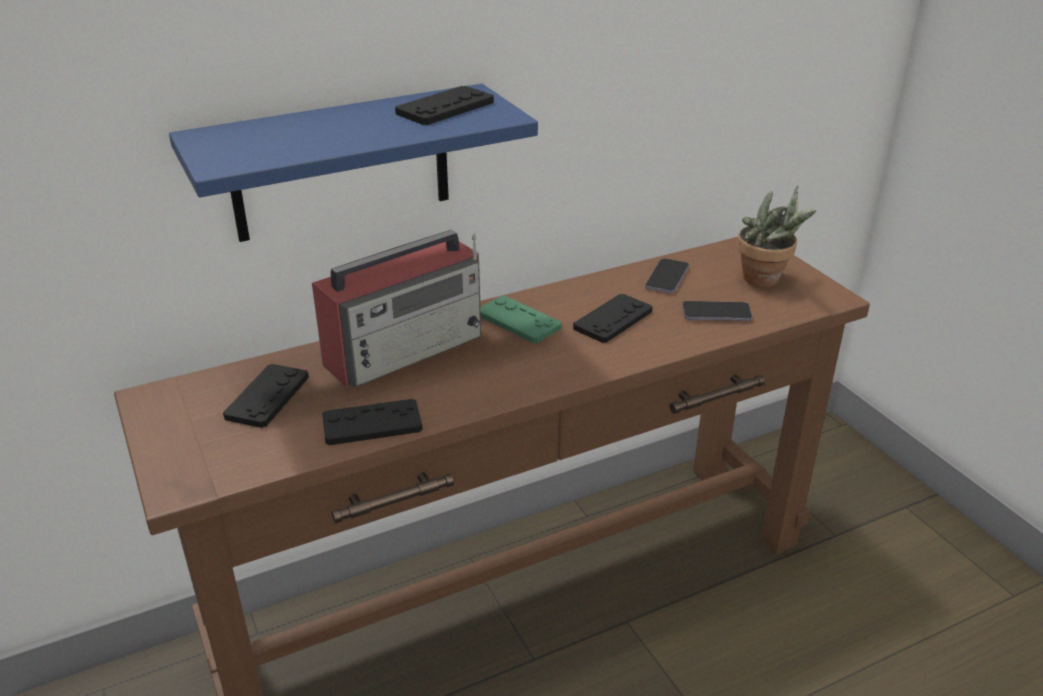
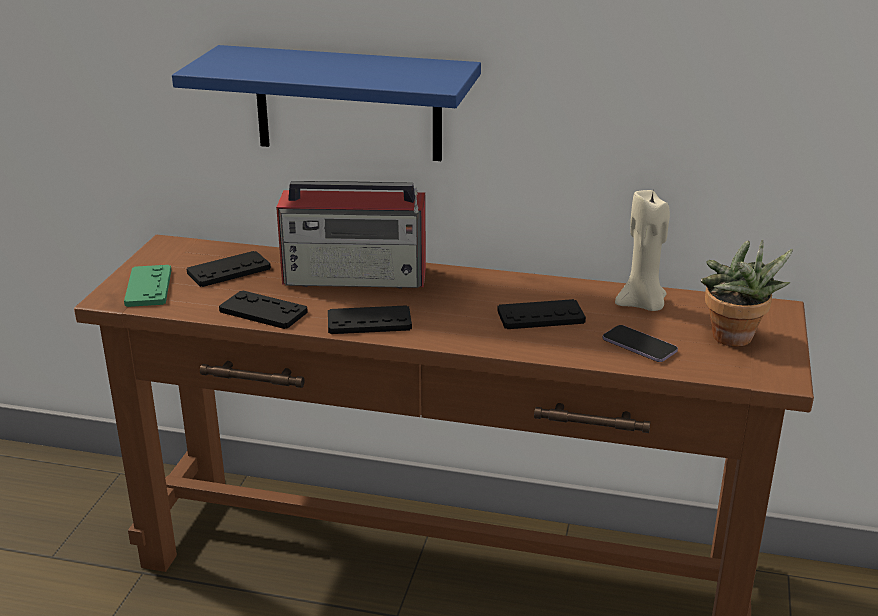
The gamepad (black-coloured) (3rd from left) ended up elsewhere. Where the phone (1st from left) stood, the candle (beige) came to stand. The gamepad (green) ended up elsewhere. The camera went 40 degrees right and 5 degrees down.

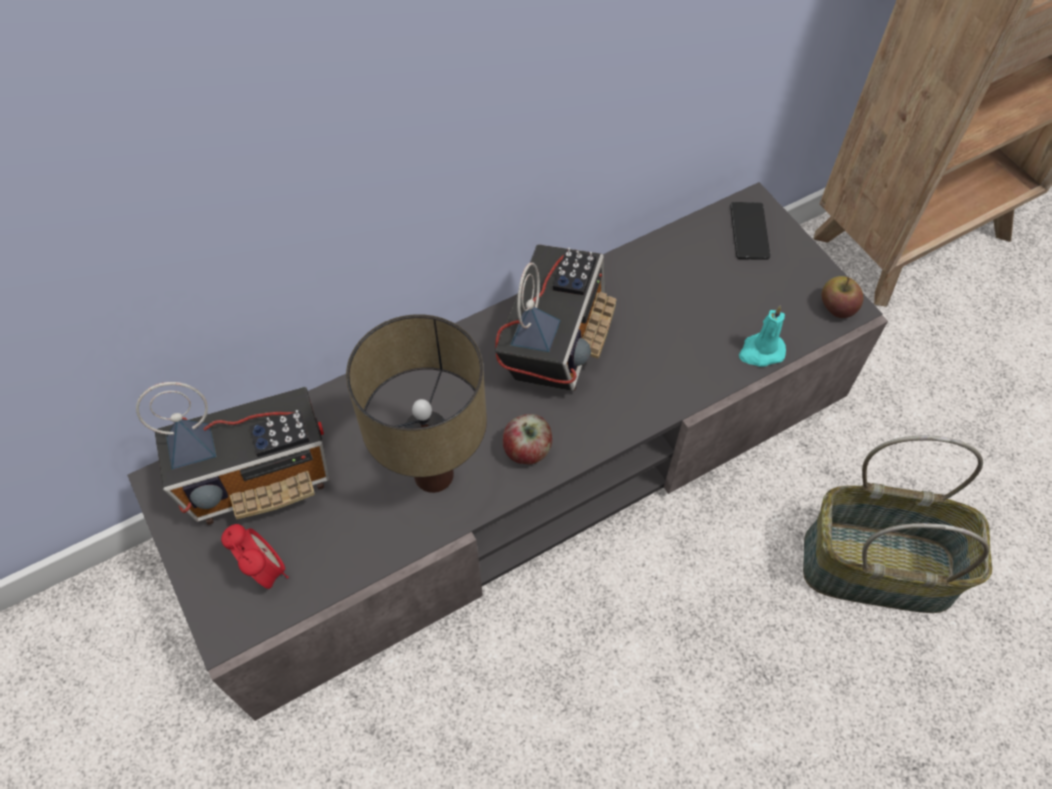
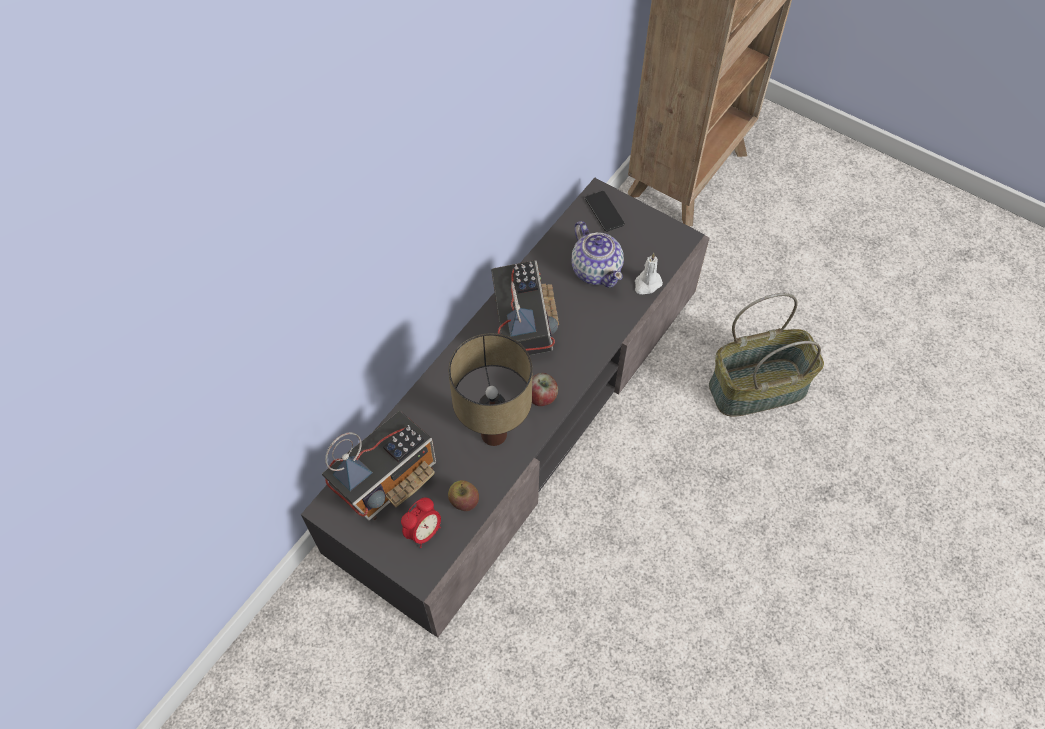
The apple fruit (2nd from left in the first image) ended up elsewhere. What was the candle (turquoise) turned into the candle (white-coloured). The bedside clock ended up facing another way, 105 degrees clockwise from before. The second view gained the tea pot. The camera went 25 degrees left and 0 degrees up.

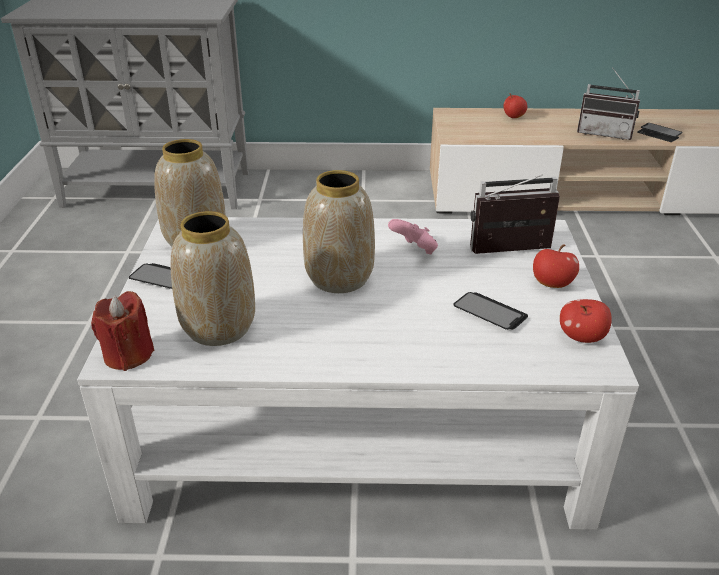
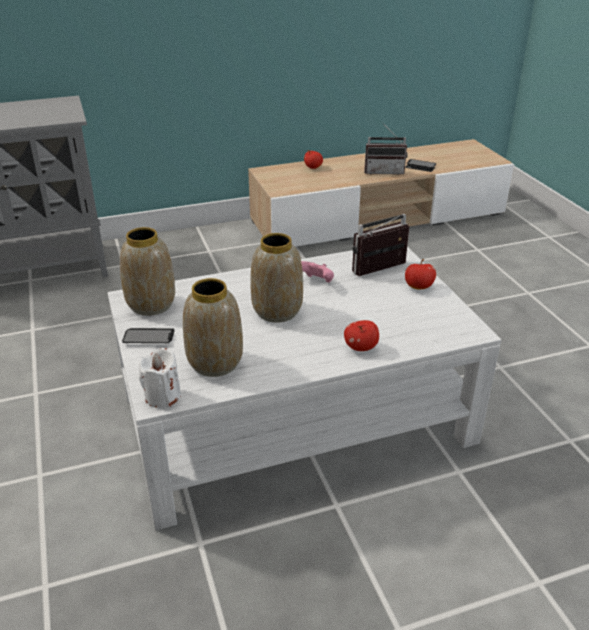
What was the candle (reddish) turned into the candle (white-coloured). The second view lost the phone (2nd from left). The apple fruit (3rd from left in the first image) ended up elsewhere. The camera went 20 degrees left and 0 degrees up.

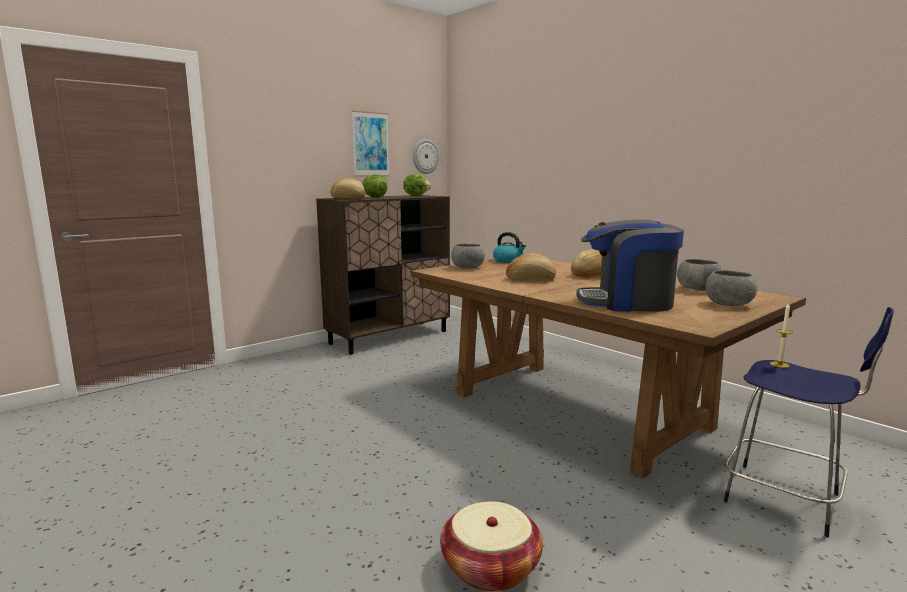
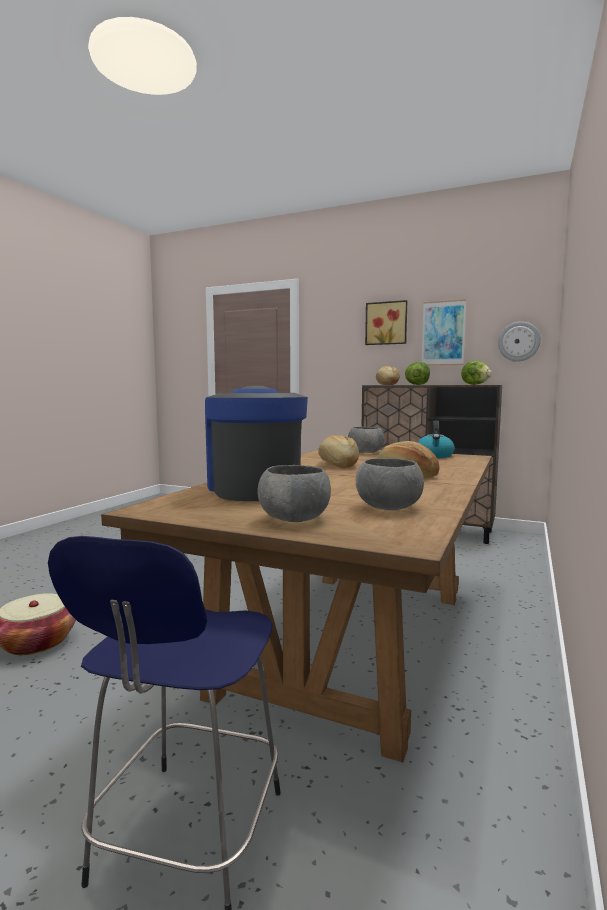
The second view lost the candle. The second view gained the wall picture (1st from left). The camera went 65 degrees right and 5 degrees down.

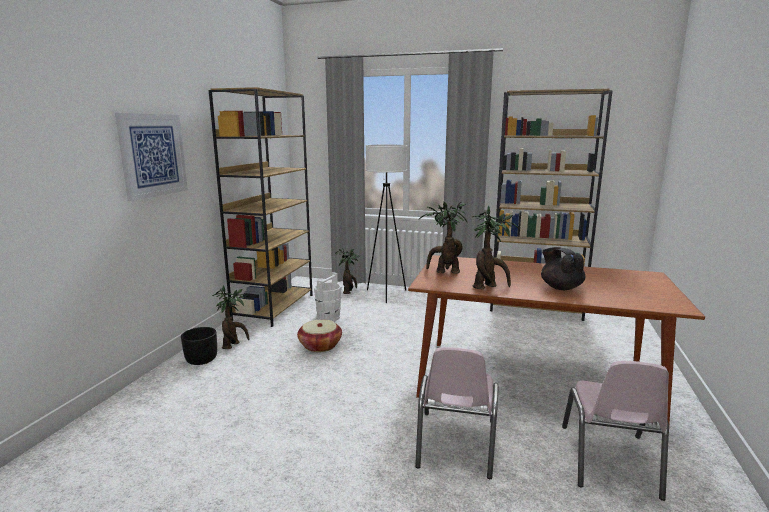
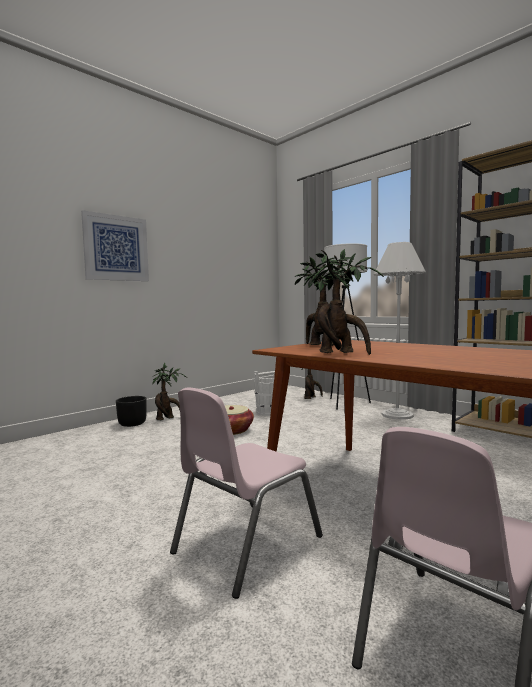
The second view lost the bookcase (brown-coloured) (1st from left). The second view lost the tea pot (black-coloured). The second view gained the standing lamp (white-coloured) (2nd from left). The camera went 30 degrees right and 10 degrees down.

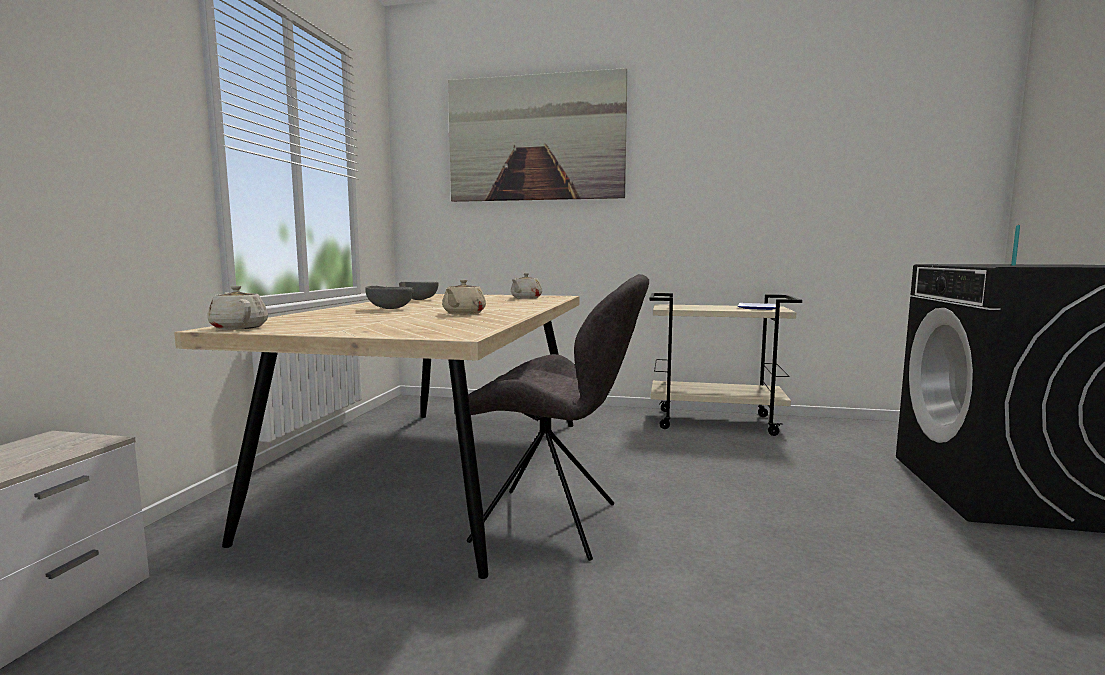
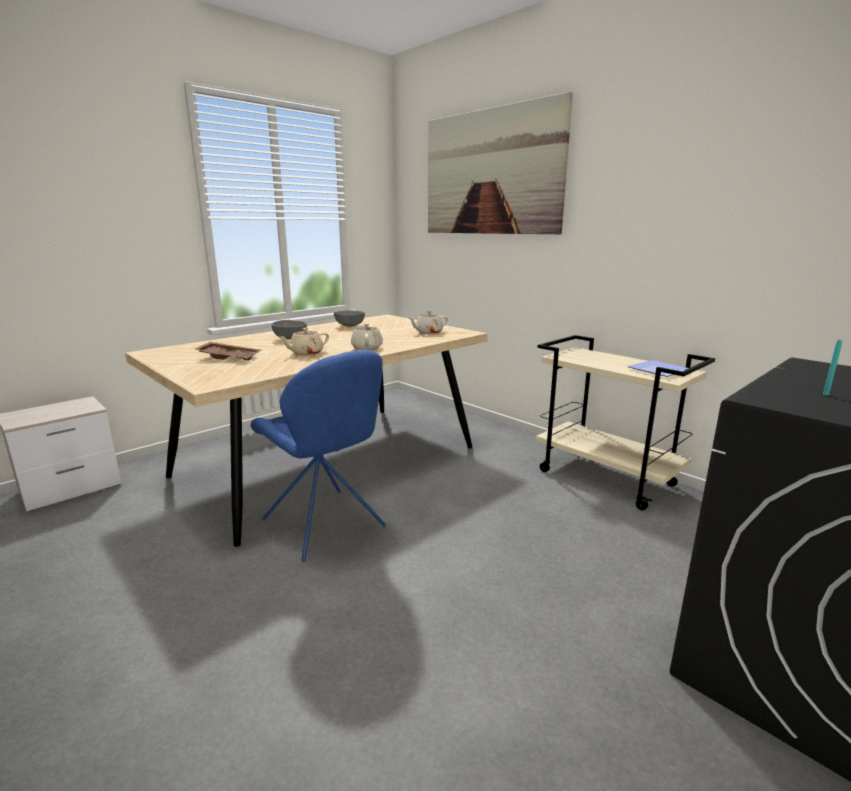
What was the upright chair (greyish) turned into the upright chair (blue-coloured). The tea pot (beige) (1st from left in the first image) ended up elsewhere. The second view gained the tray (brown-coloured). The camera went 35 degrees right and 10 degrees up.

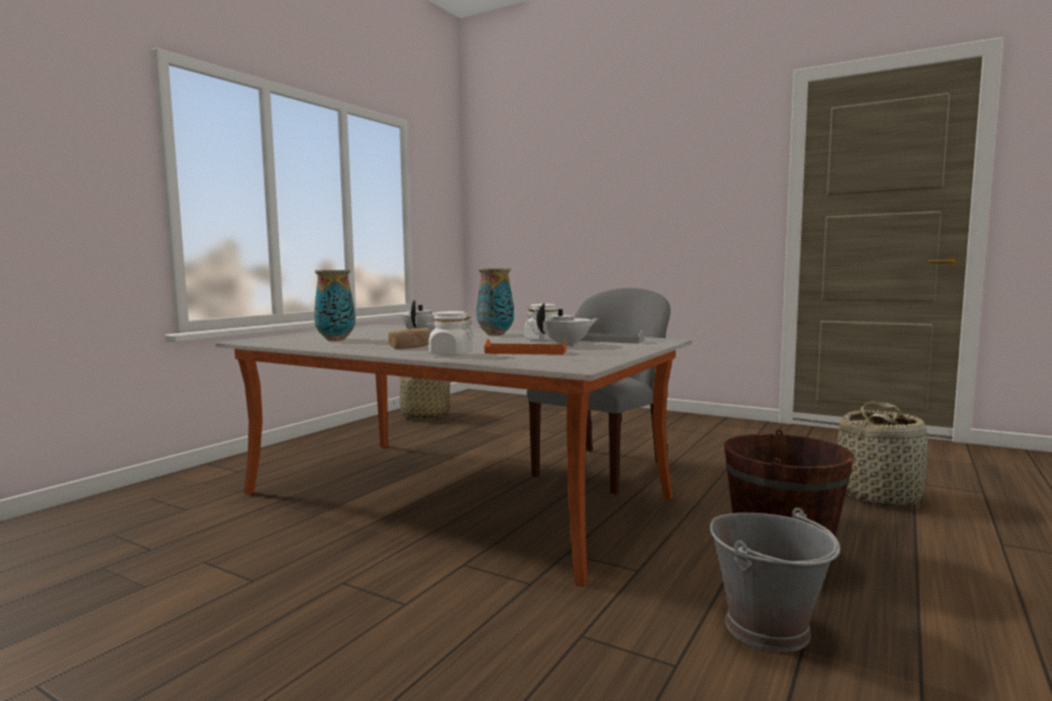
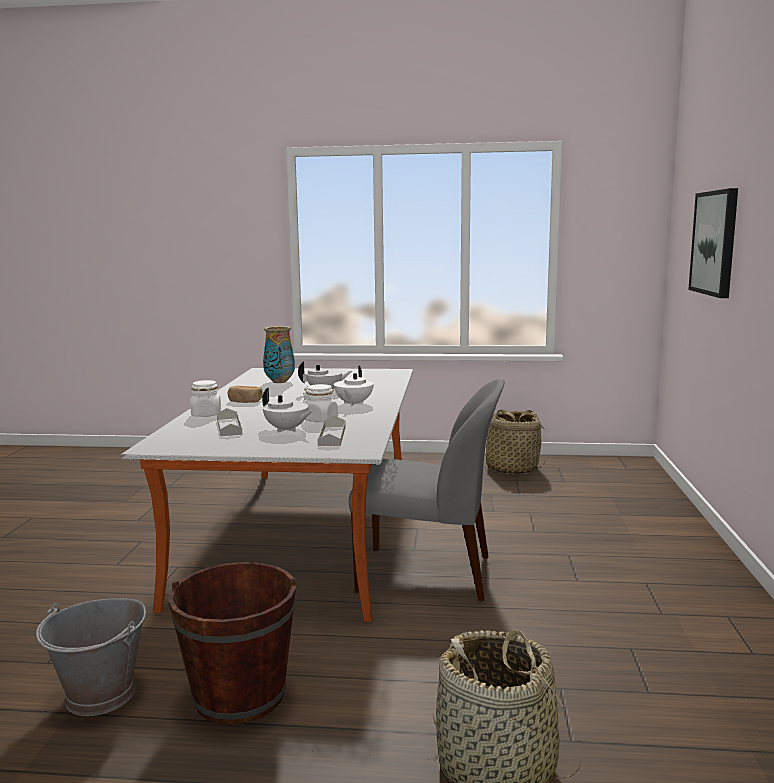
Where the decorative vase (2nd from left) stood, the tea pot (white-coloured) (3rd from left) came to stand. What was the tray (orange-coloured) turned into the tray (greyish) (1st from left). The second view gained the wall picture. The camera went 65 degrees right and 5 degrees up.

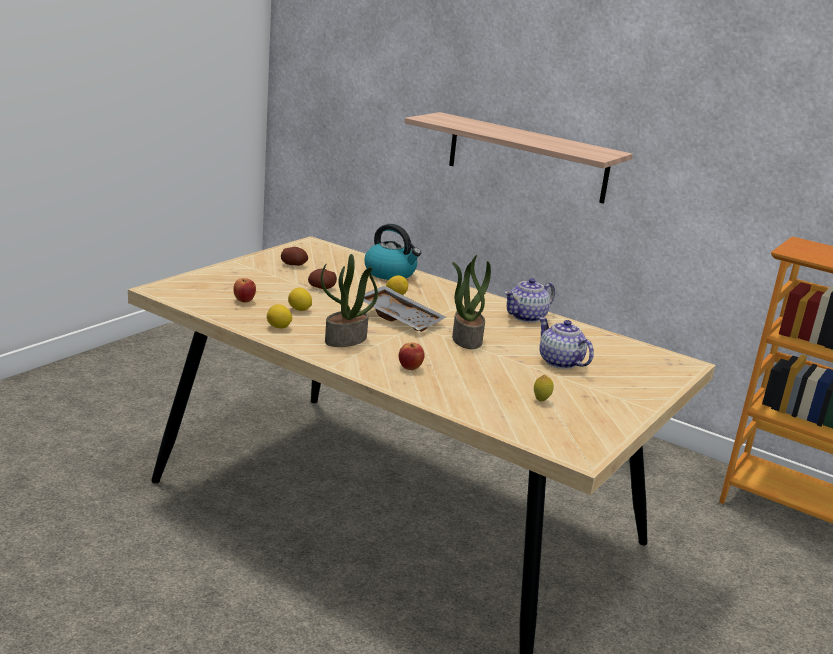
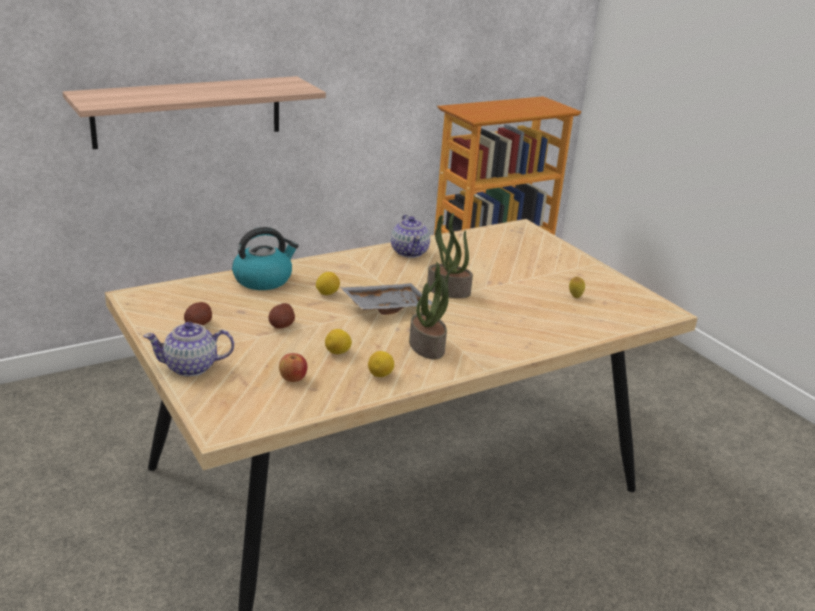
The tea pot (2nd from left in the first image) ended up elsewhere. The second view lost the apple fruit (2nd from left). The camera went 65 degrees left and 5 degrees up.

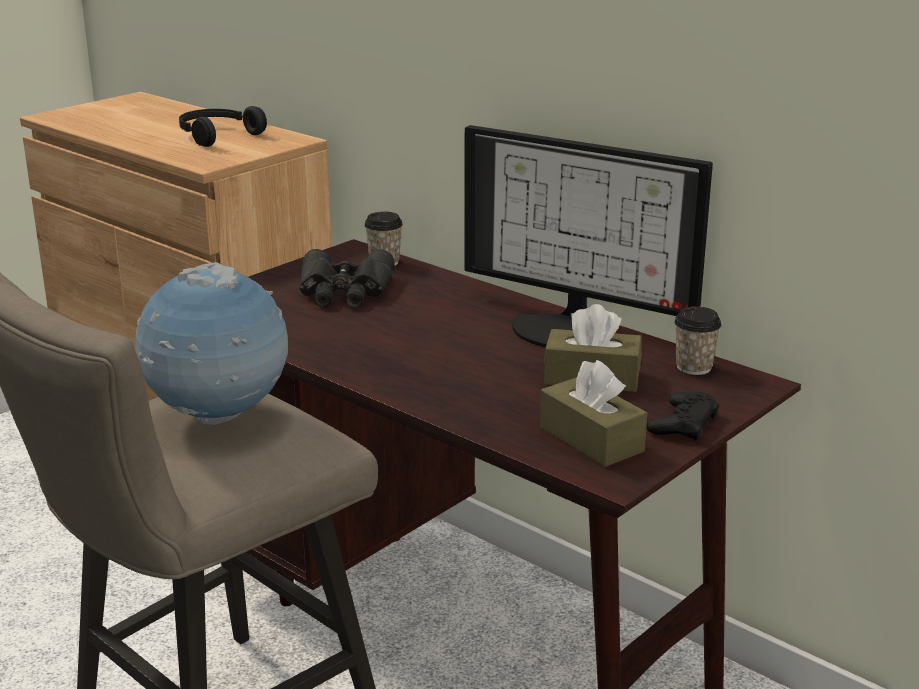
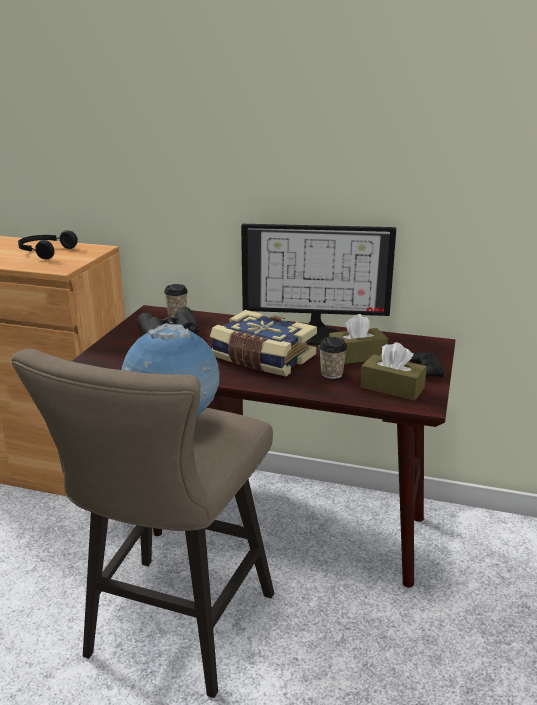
The drinking cup (2nd from left) ended up elsewhere. The second view gained the volume. The camera went 25 degrees left and 0 degrees up.

